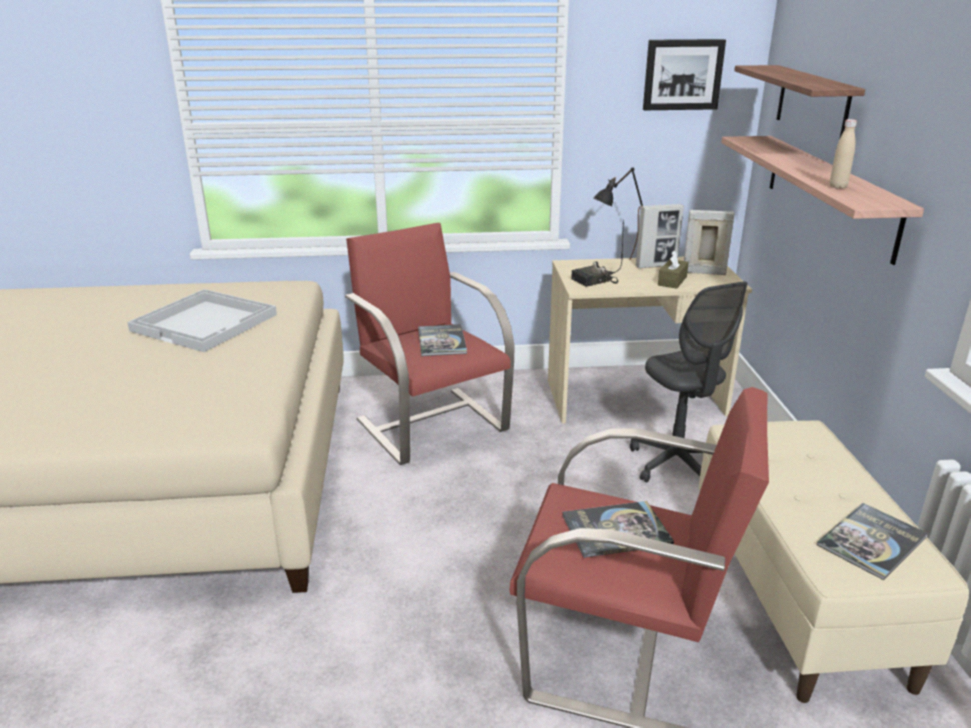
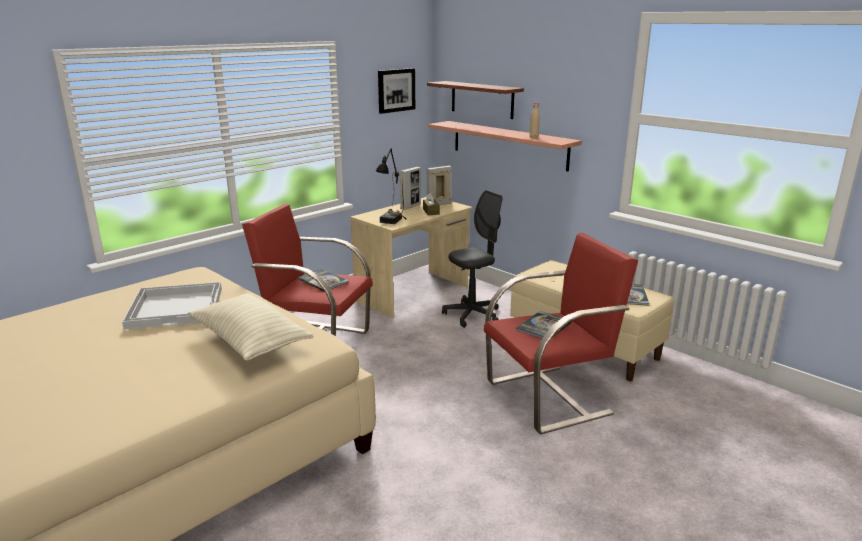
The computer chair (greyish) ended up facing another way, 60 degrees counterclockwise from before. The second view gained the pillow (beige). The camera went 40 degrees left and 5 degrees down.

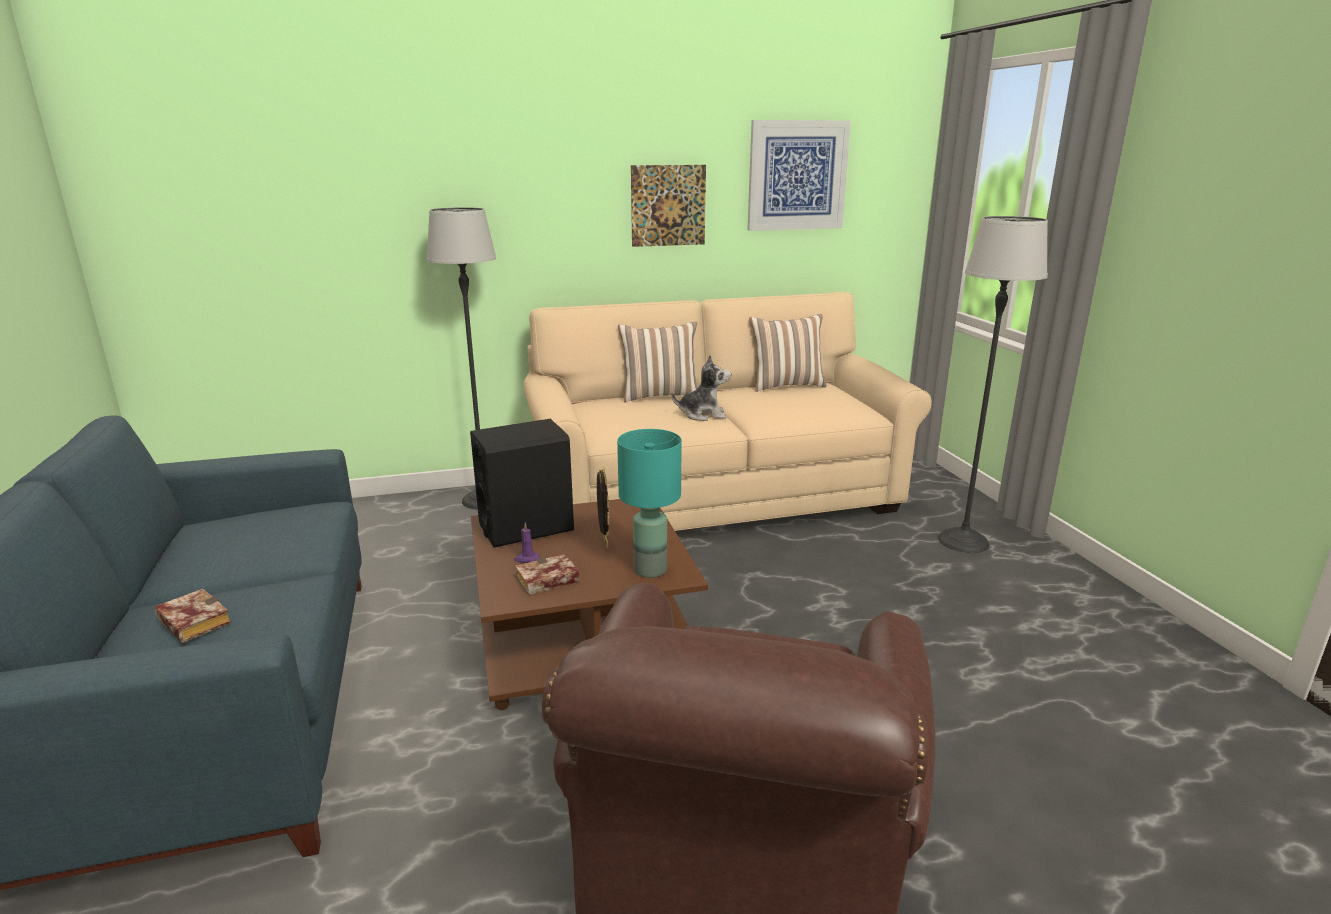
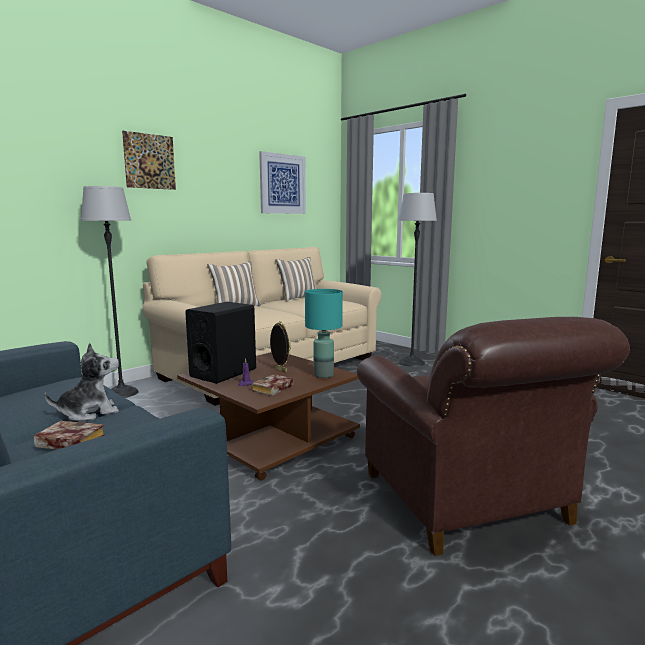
The wall picture (1st from left) ended up elsewhere. The plush toy ended up elsewhere. The camera went 30 degrees left and 10 degrees down.

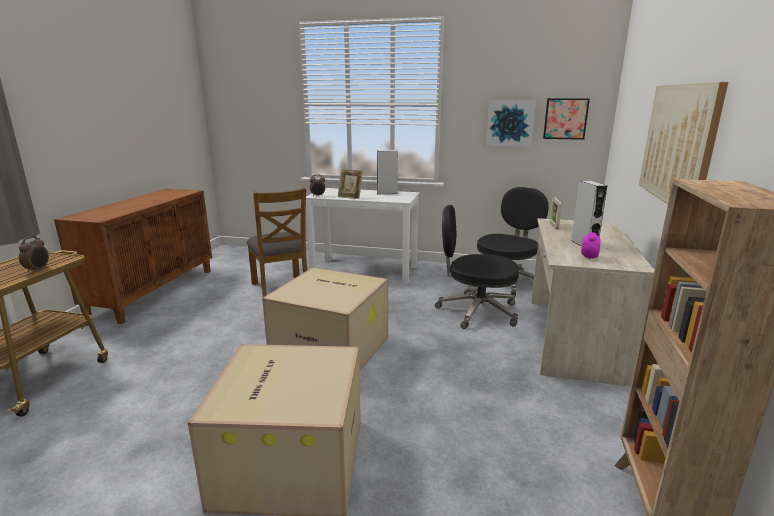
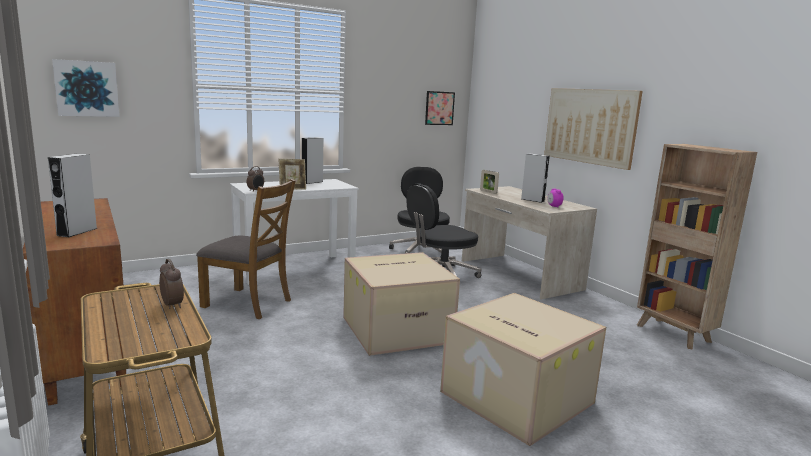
The wall picture (1st from left) ended up elsewhere. The second view gained the loudspeaker (greyish) (1st from left). The camera went 45 degrees left and 5 degrees down.

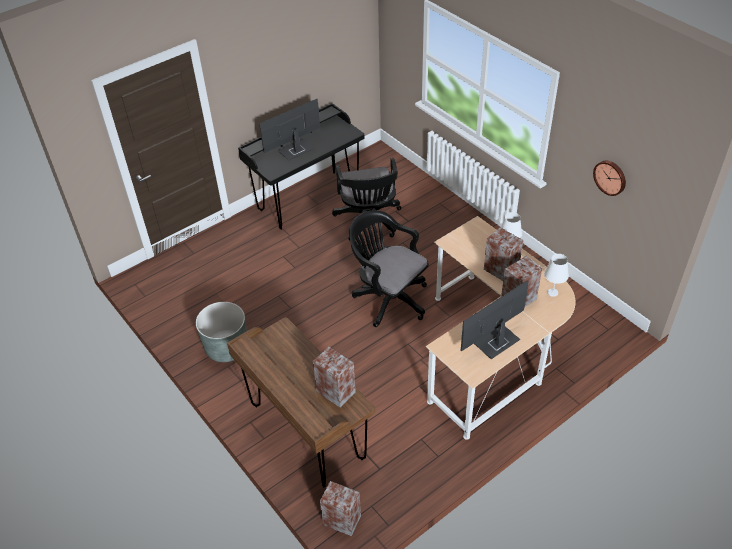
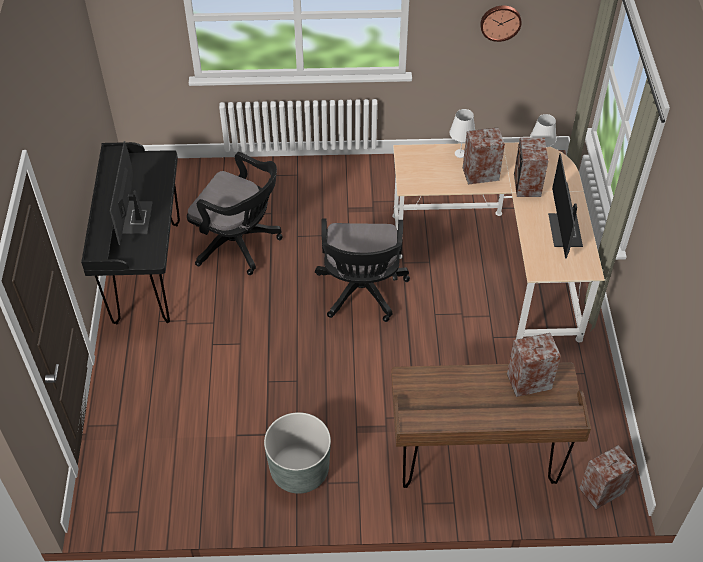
The computer chair (black-coloured) (2nd from left) ended up facing another way, 75 degrees counterclockwise from before. The camera went 55 degrees left and 5 degrees up.

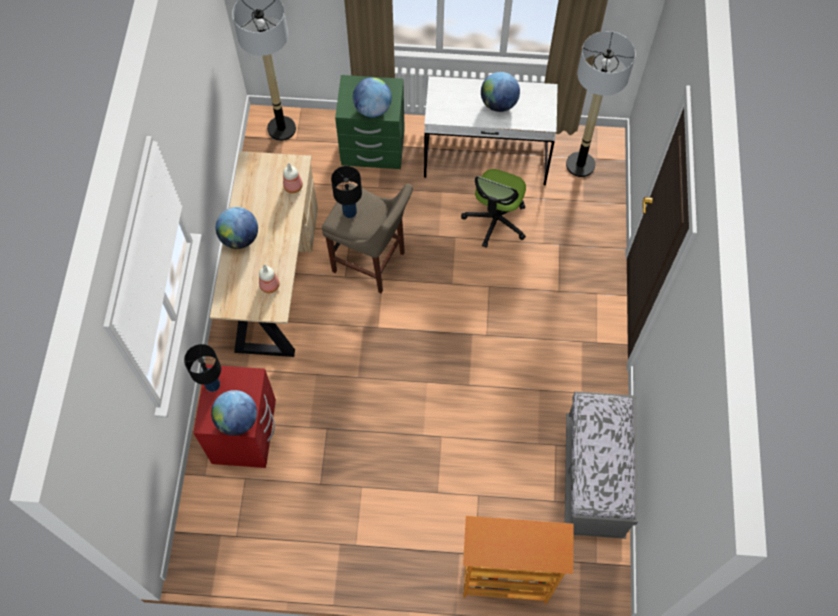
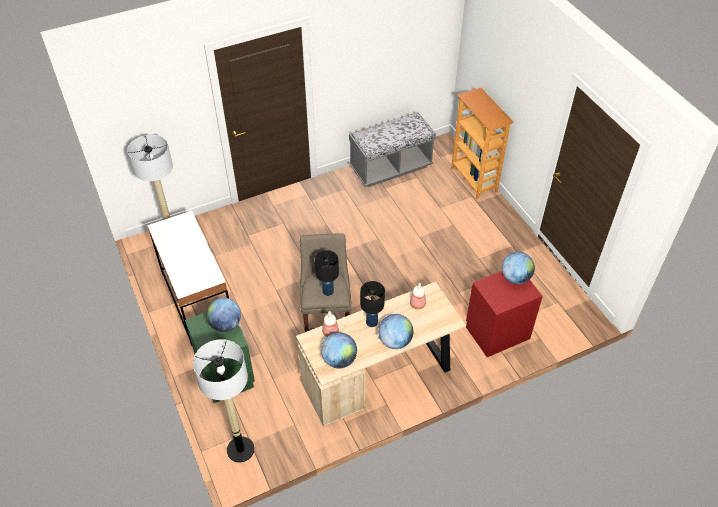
The globe (4th from left in the first image) ended up elsewhere. The second view lost the computer chair. The lamp for a table (black-coloured) (1st from left in the first image) ended up elsewhere. The camera went 120 degrees left and 15 degrees down.

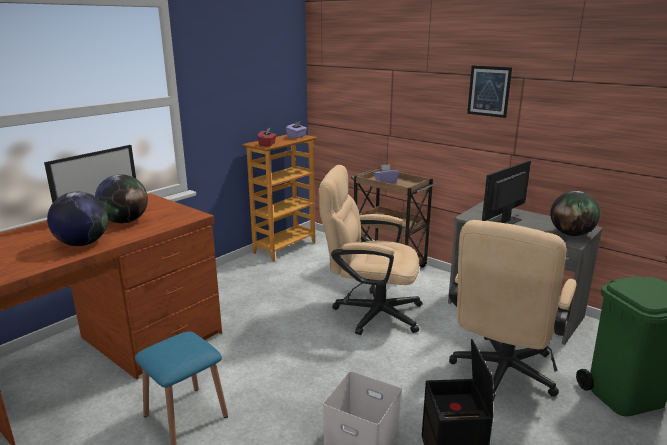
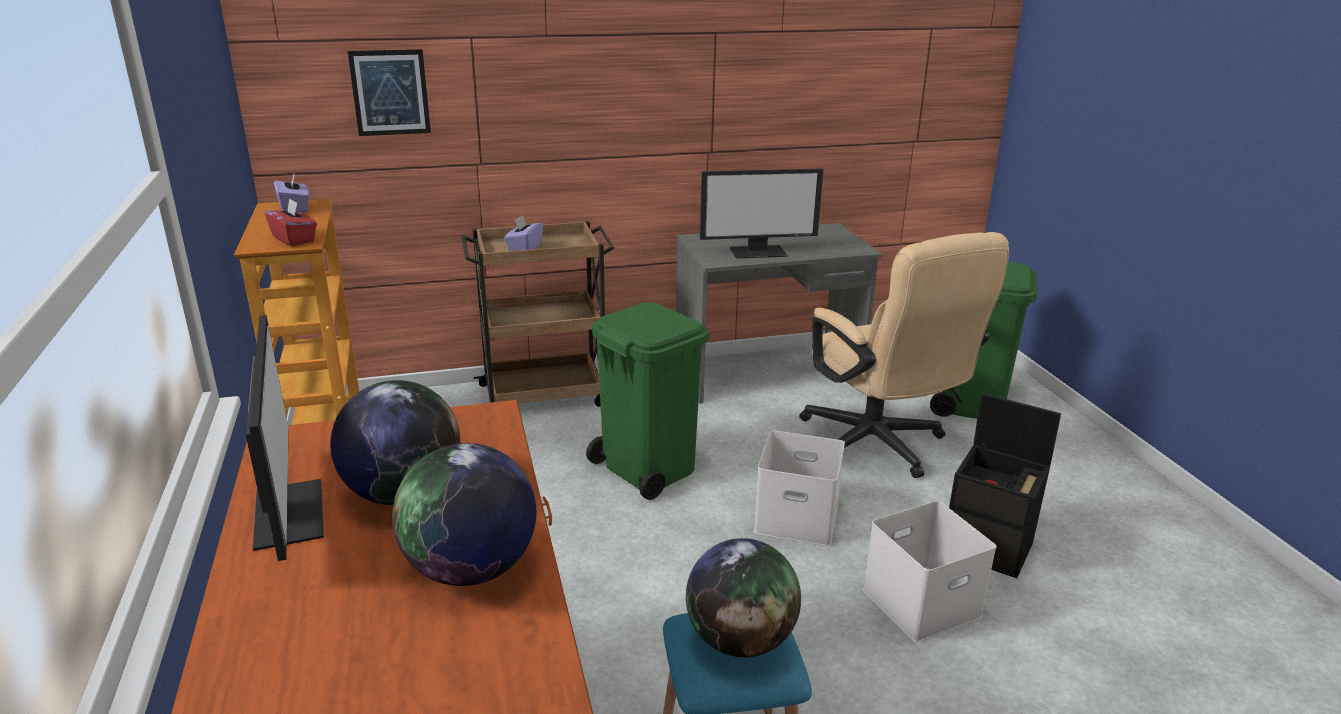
The wall picture ended up elsewhere. The monitor (2nd from left) ended up facing another way, 90 degrees counterclockwise from before. Where the computer chair (beige) (1st from left) stood, the trash can (green) (1st from left) came to stand. The globe (3rd from left) ended up elsewhere. The second view gained the storage container (white-coloured) (1st from left). The camera went 55 degrees left and 5 degrees up.

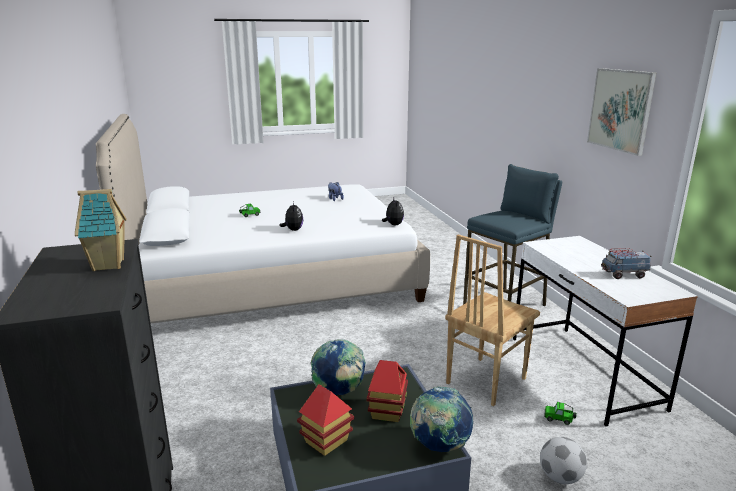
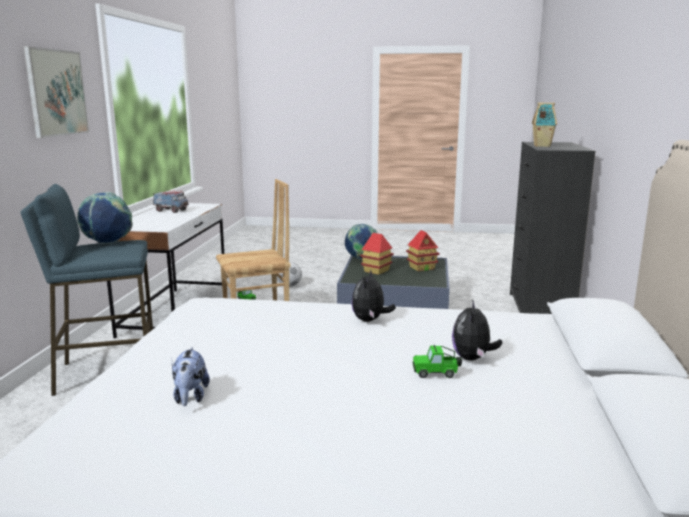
The plush toy (3rd from left) ended up elsewhere. The globe (1st from left) ended up elsewhere. The camera went 155 degrees left and 5 degrees down.

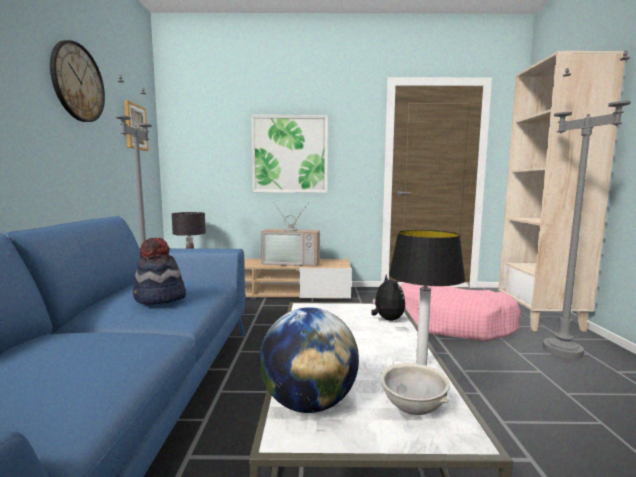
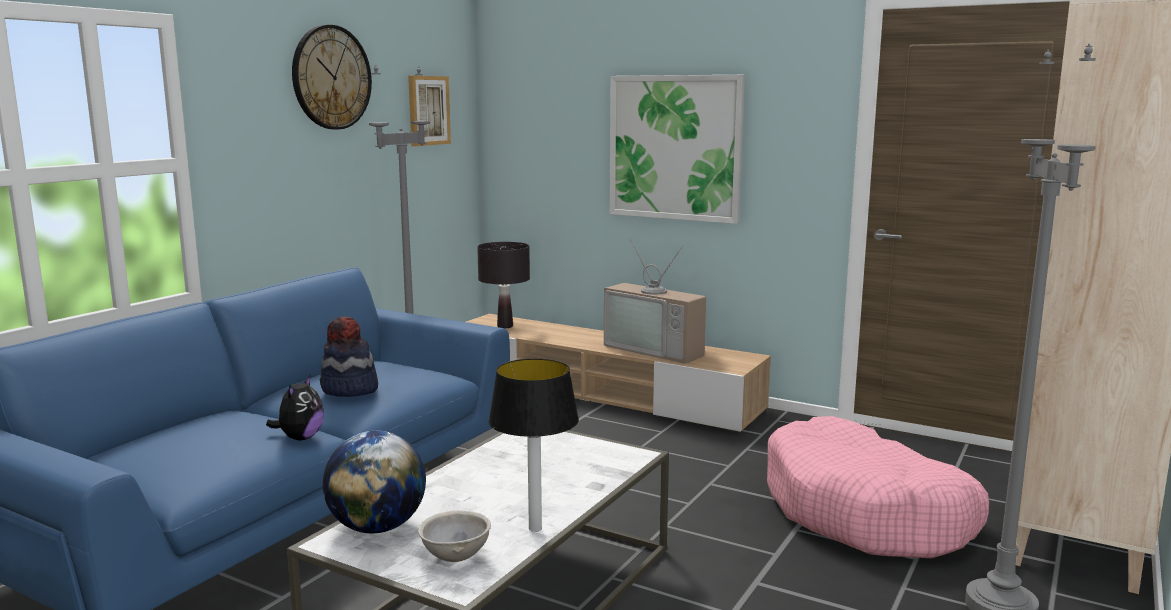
The plush toy ended up elsewhere. The camera went 30 degrees right and 5 degrees up.

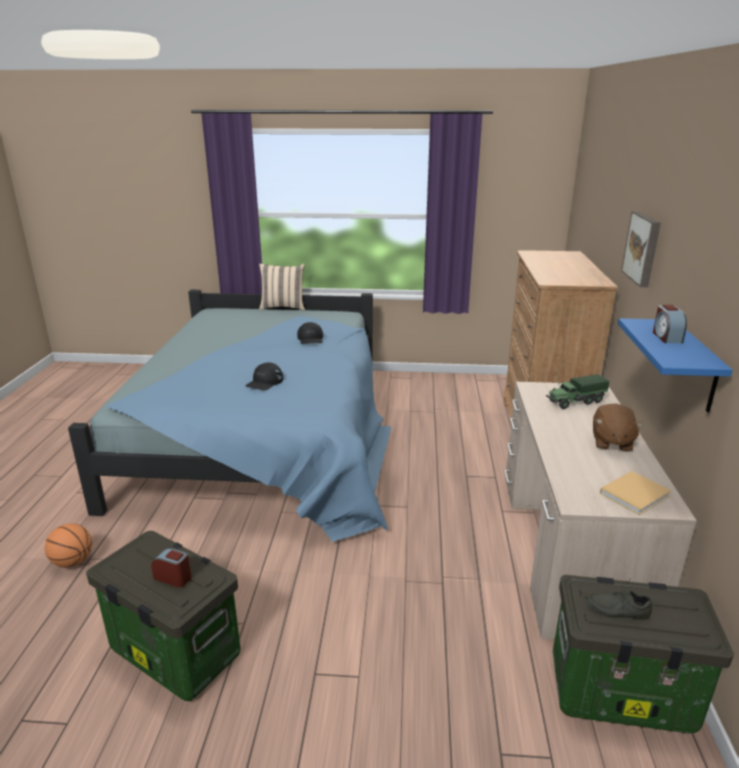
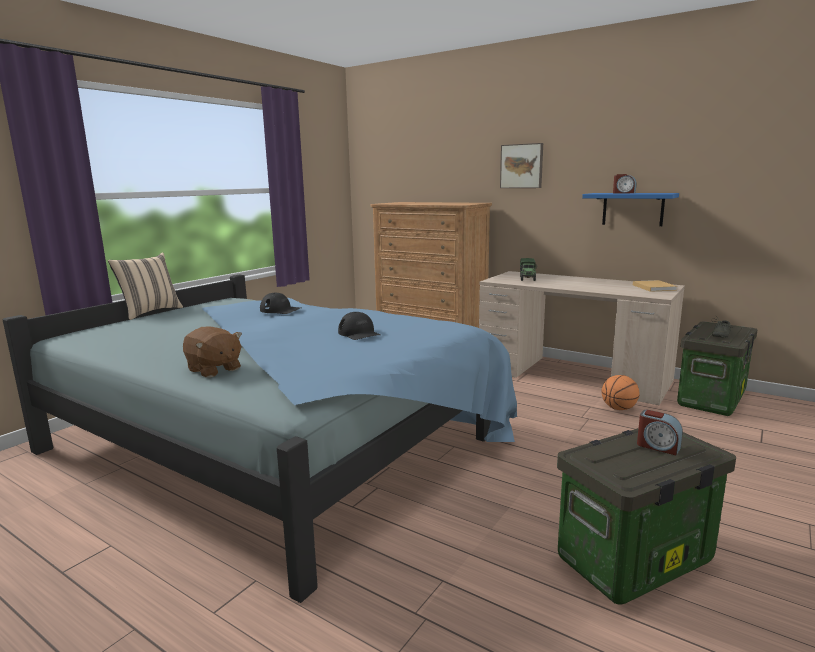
The plush toy (brown-coloured) ended up elsewhere. The basketball ended up elsewhere. The bedside clock (1st from left in the first image) ended up facing another way, 105 degrees counterclockwise from before. The camera went 60 degrees left and 10 degrees down.

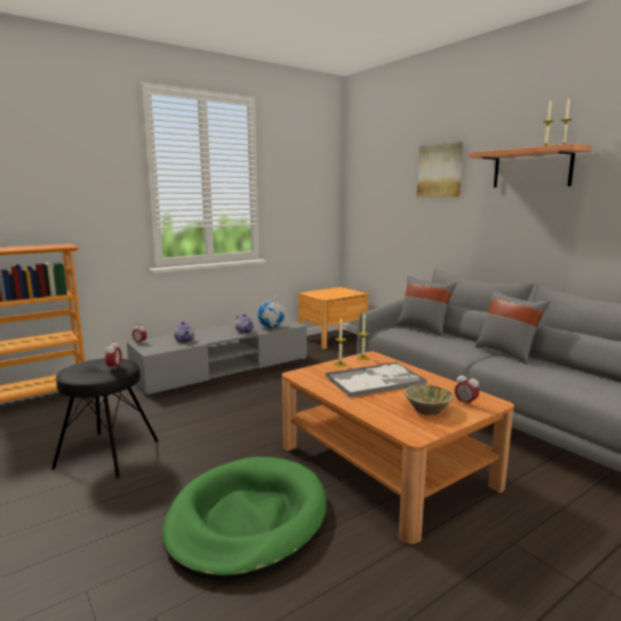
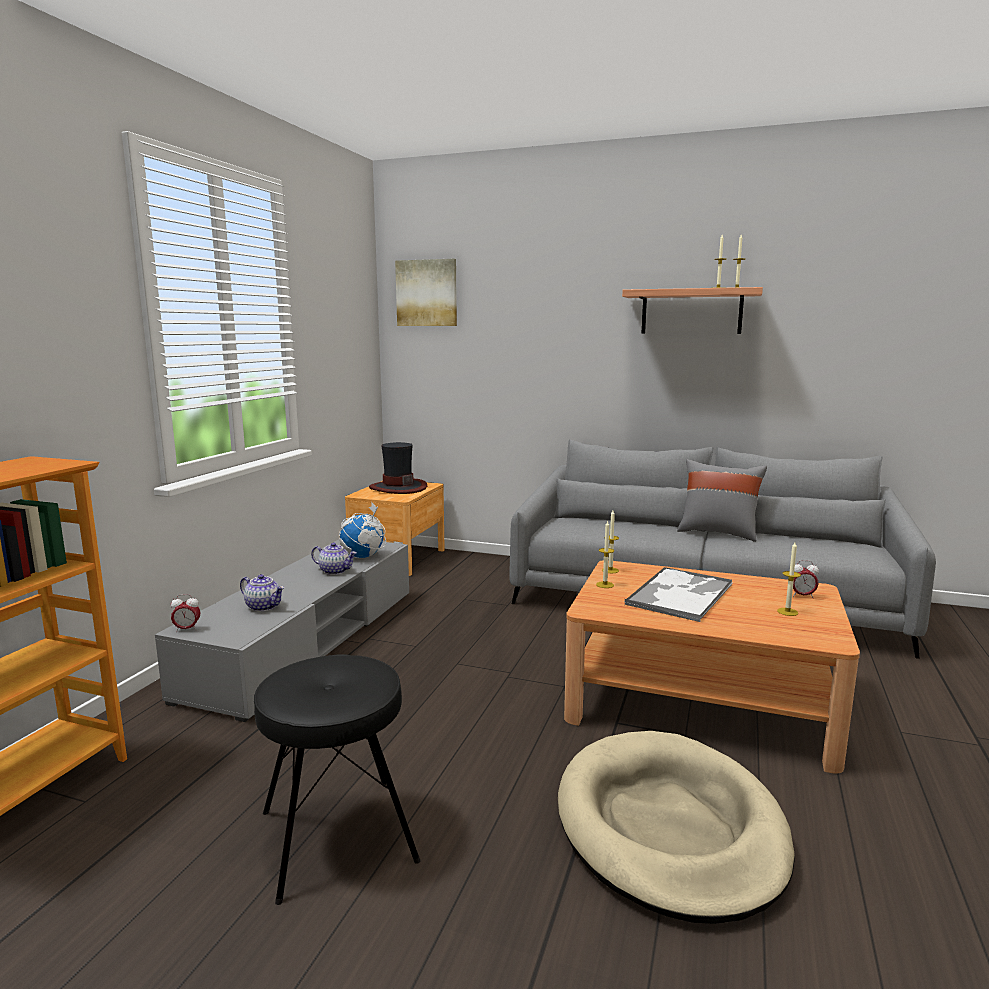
The wall picture ended up elsewhere. The second view lost the pillow (greyish) (1st from left). The second view lost the bedside clock (1st from left). Where the serving bowl (beige) stood, the candle (5th from left) came to stand. What was the dog bed (green) turned into the dog bed (beige). The second view gained the wearable hat. The camera went 35 degrees left and 0 degrees up.

